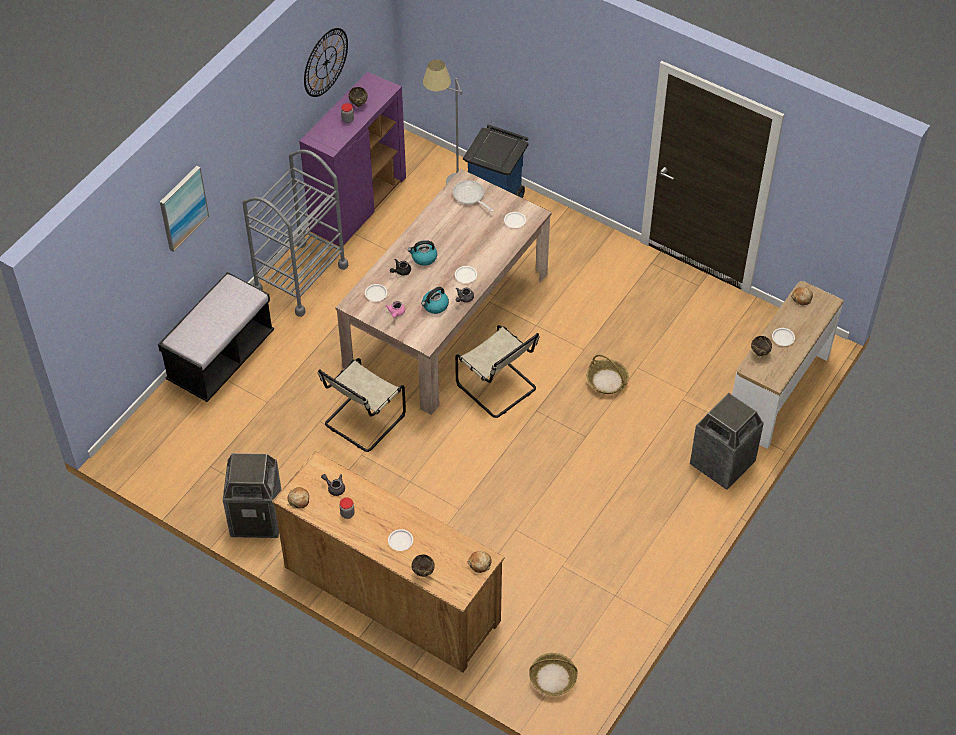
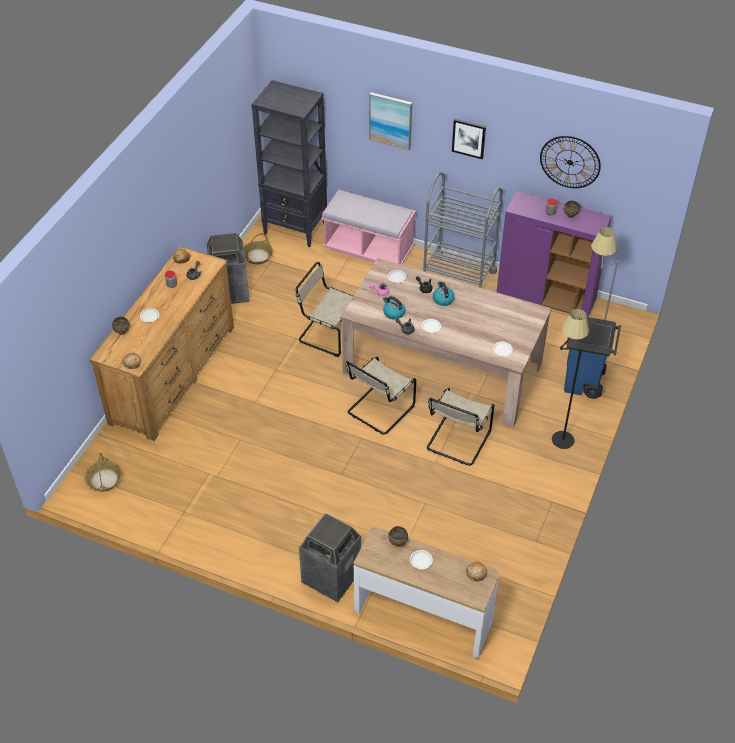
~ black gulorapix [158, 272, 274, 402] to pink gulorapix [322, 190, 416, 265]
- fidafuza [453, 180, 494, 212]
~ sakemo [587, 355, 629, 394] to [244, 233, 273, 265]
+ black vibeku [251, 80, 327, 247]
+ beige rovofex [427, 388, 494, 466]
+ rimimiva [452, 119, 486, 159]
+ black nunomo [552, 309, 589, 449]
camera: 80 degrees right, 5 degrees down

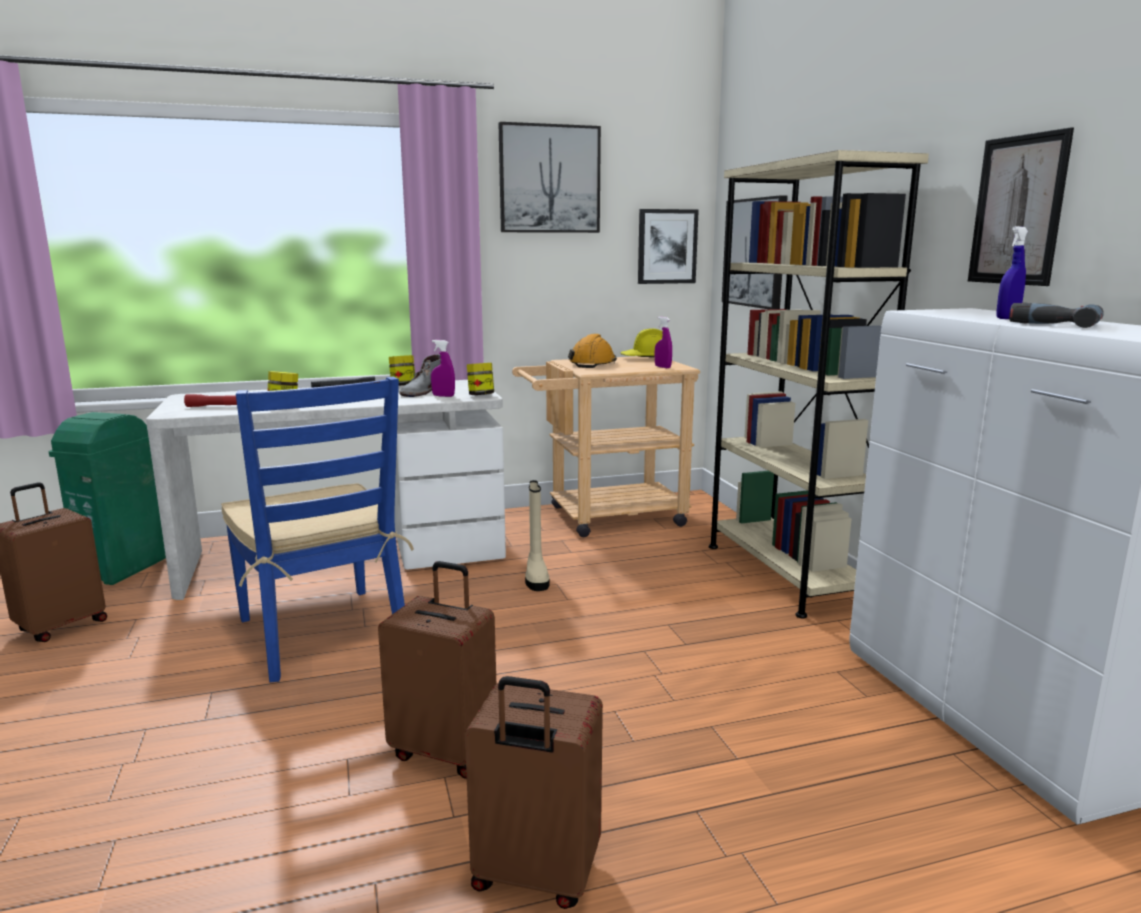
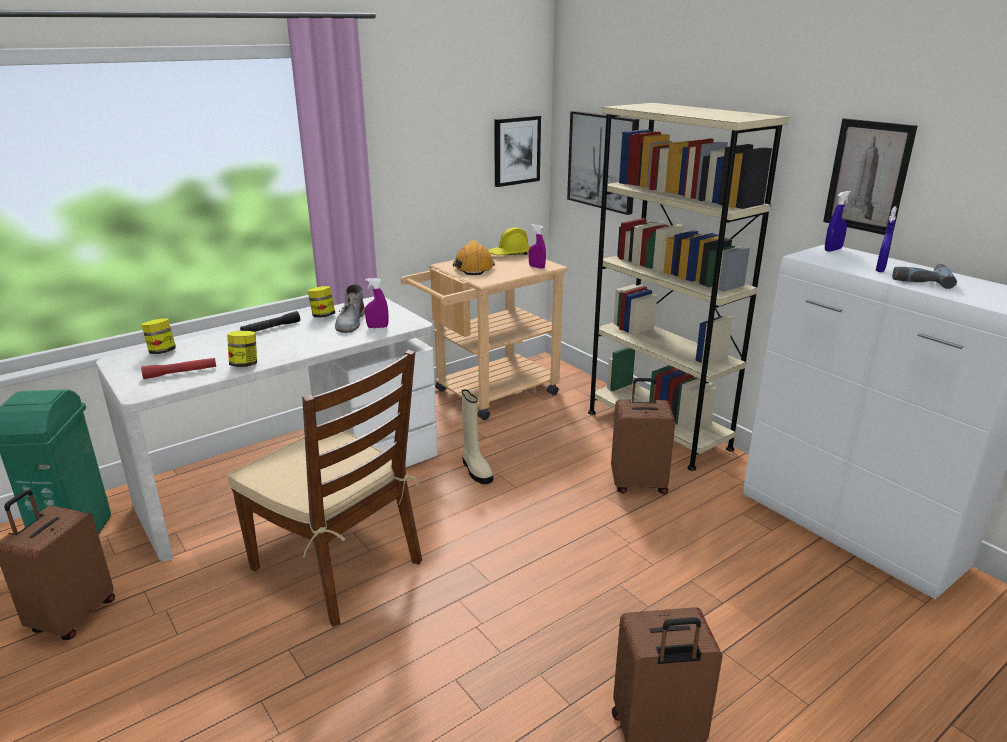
~ blue rovofex [221, 377, 414, 682] to brown rovofex [227, 350, 422, 627]
~ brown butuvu [378, 561, 496, 779] to [611, 378, 676, 494]
~ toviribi [467, 363, 494, 395] to [141, 318, 176, 354]
- rimimiva [498, 122, 601, 233]
+ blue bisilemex [825, 191, 851, 252]
camera: 20 degrees left, 10 degrees up

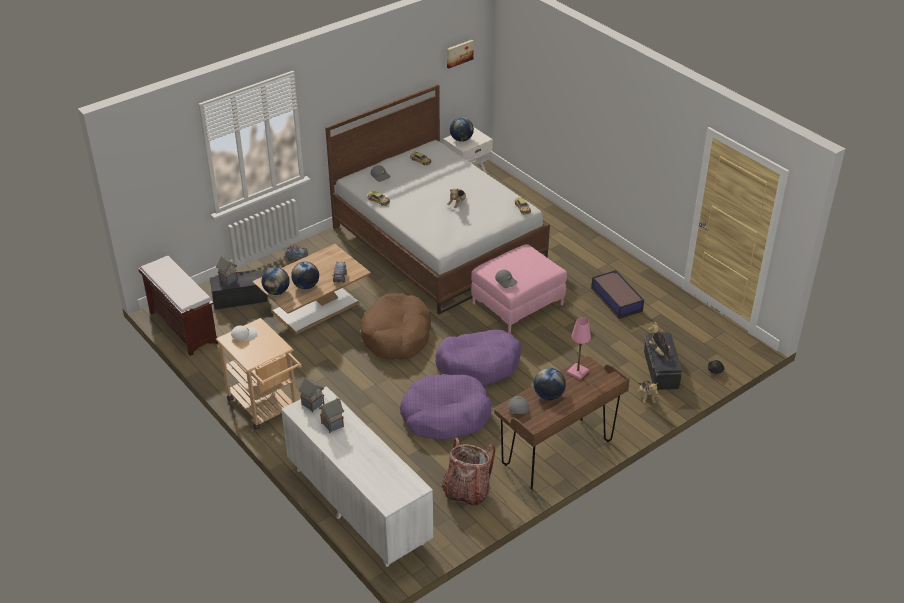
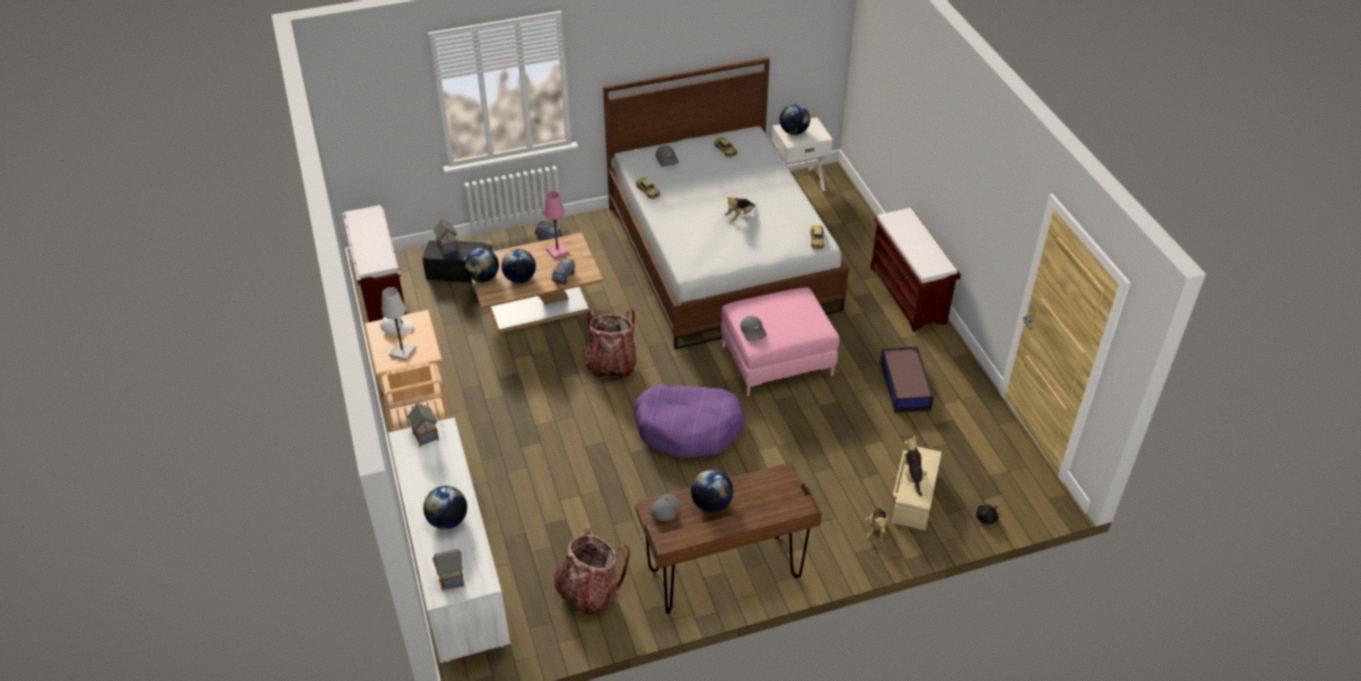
~ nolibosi [319, 397, 344, 433] to [432, 549, 464, 591]
~ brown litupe [361, 293, 431, 360] to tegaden [585, 308, 636, 378]
- purple litupe [400, 374, 492, 440]
- rimimiva [447, 40, 474, 68]
~ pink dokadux [567, 317, 591, 380] to [544, 191, 569, 259]
~ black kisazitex [644, 332, 682, 390] to beige kisazitex [892, 446, 942, 530]
+ white dokadux [382, 287, 416, 361]
+ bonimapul [423, 486, 467, 529]
+ brown gulorapix [870, 208, 961, 332]
camera: 20 degrees right, 5 degrees up

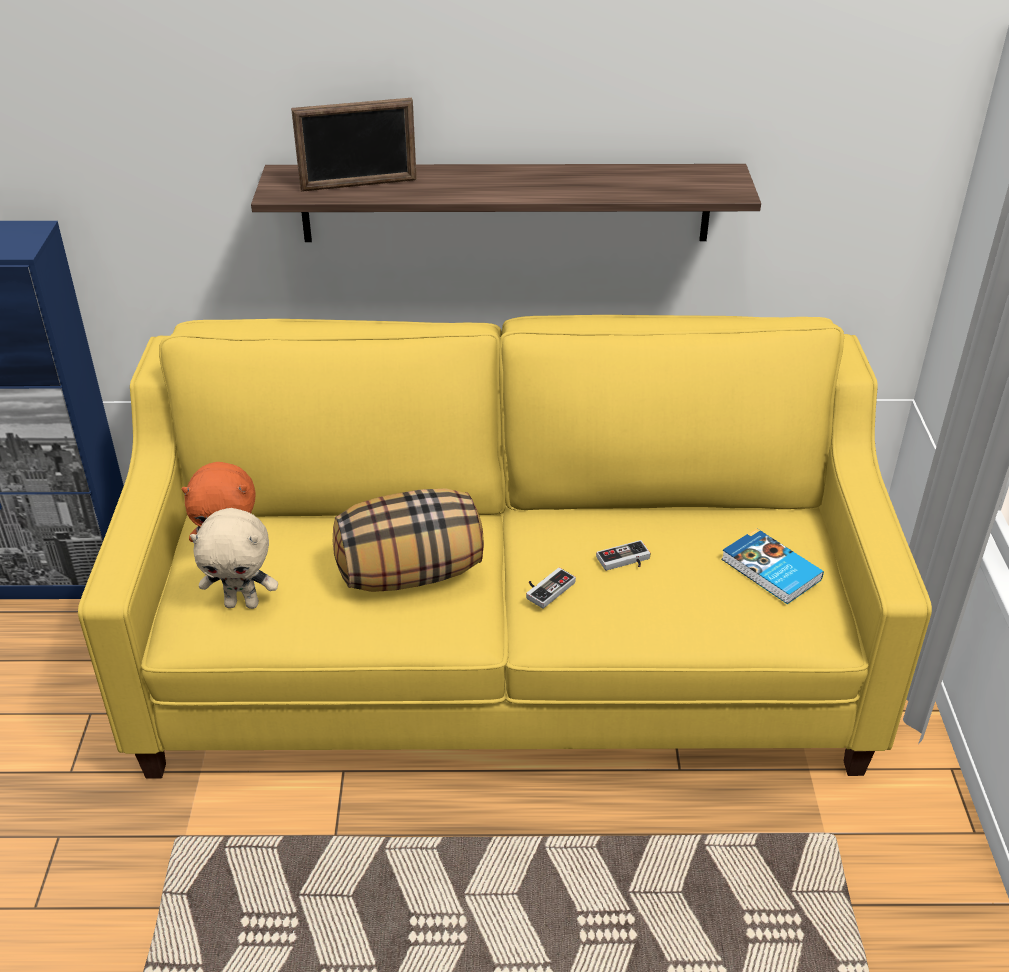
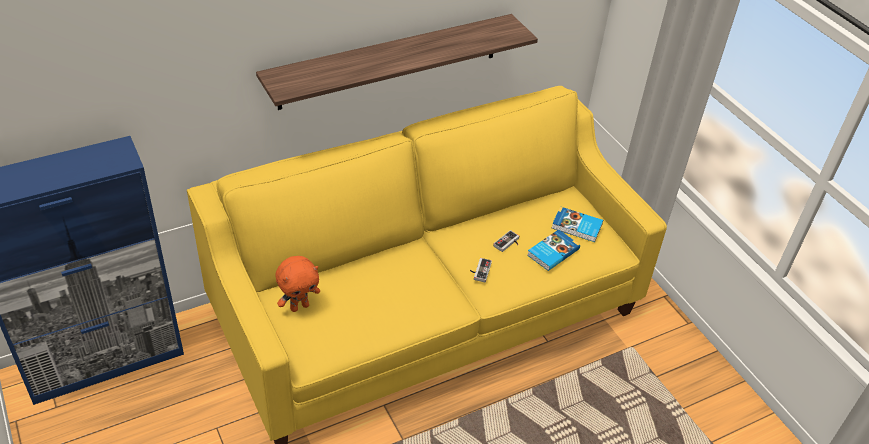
- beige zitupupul [190, 508, 278, 609]
- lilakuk [291, 98, 417, 192]
- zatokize [333, 488, 484, 592]
+ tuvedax [527, 229, 580, 271]
camera: 30 degrees left, 5 degrees up

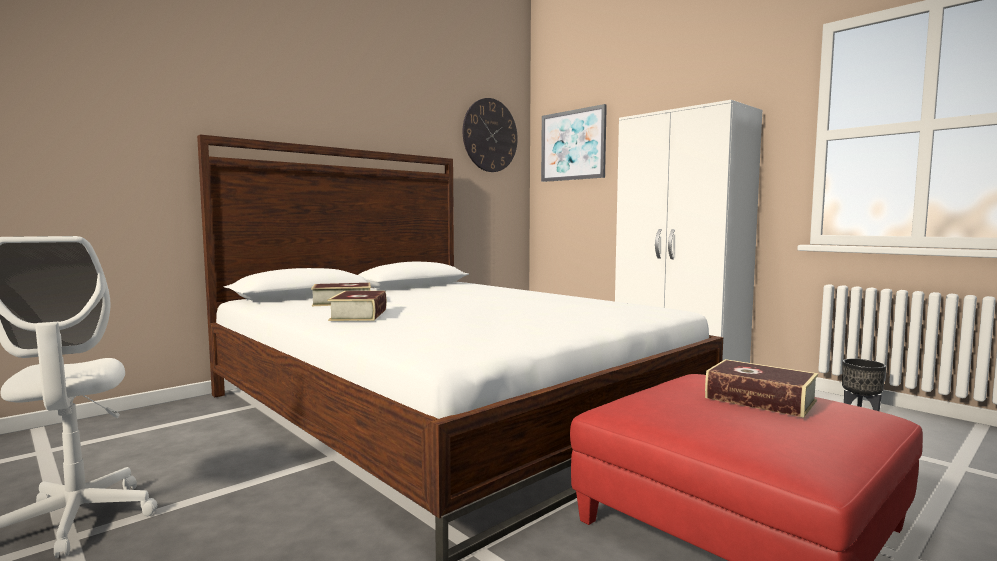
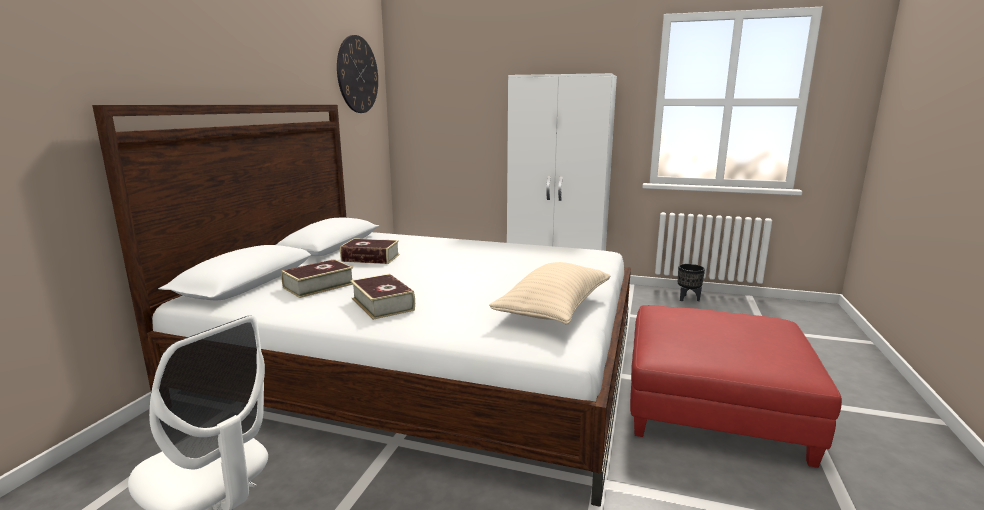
- rimimiva [541, 104, 607, 182]
~ tuvedax [705, 359, 818, 418] to [340, 238, 400, 264]
+ beige zatokize [489, 262, 610, 325]
camera: 30 degrees left, 10 degrees up

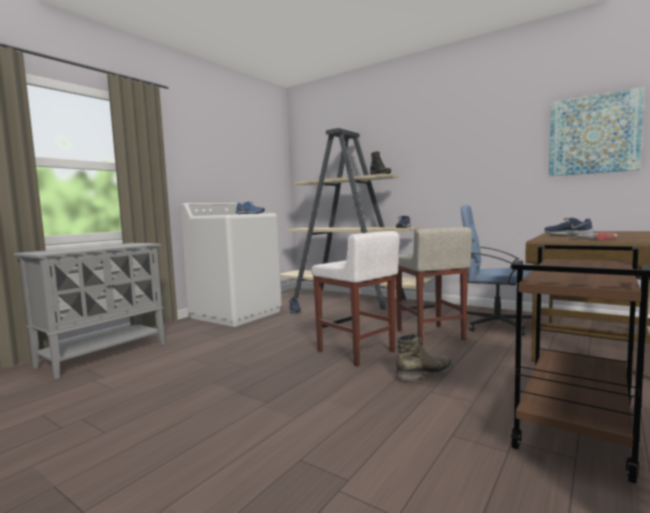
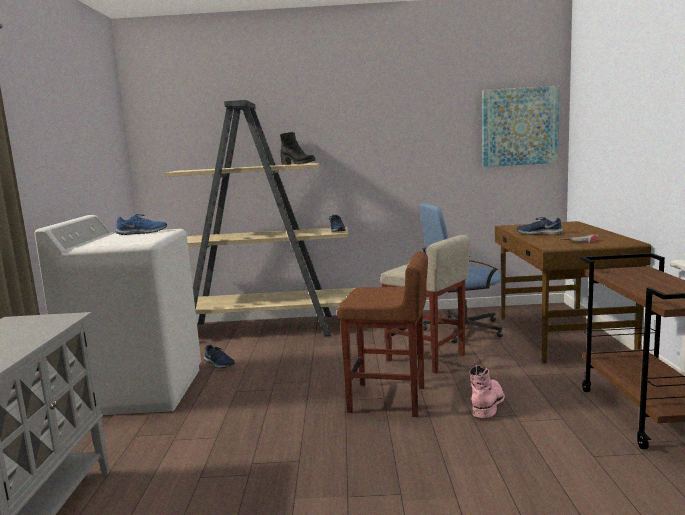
~ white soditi [311, 231, 399, 366] to brown soditi [337, 251, 428, 417]
~ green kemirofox [396, 333, 453, 381] to pink kemirofox [469, 365, 505, 418]
camera: 35 degrees left, 5 degrees up

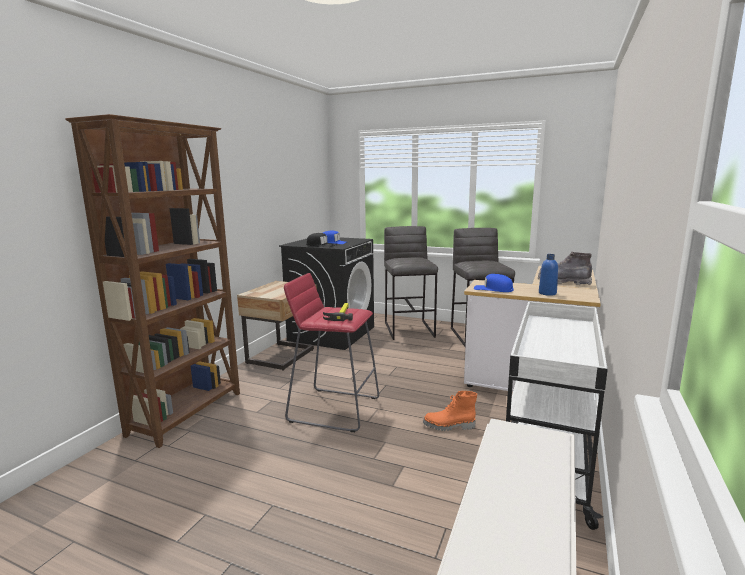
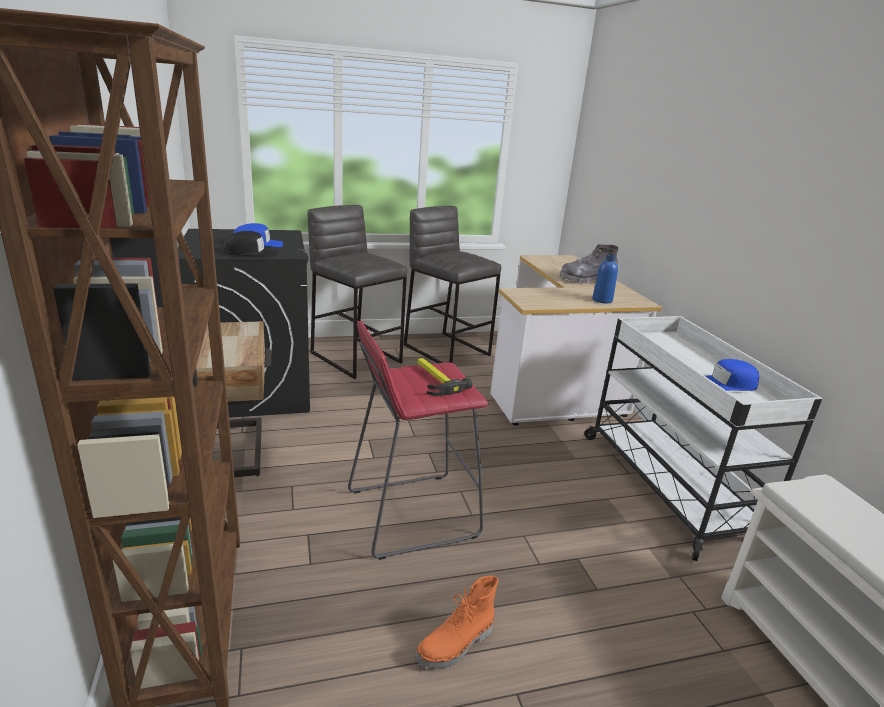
~ orange kemirofox [423, 391, 477, 431] to [415, 576, 498, 669]
~ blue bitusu [474, 274, 513, 292] to [704, 359, 759, 391]
camera: 40 degrees left, 10 degrees up

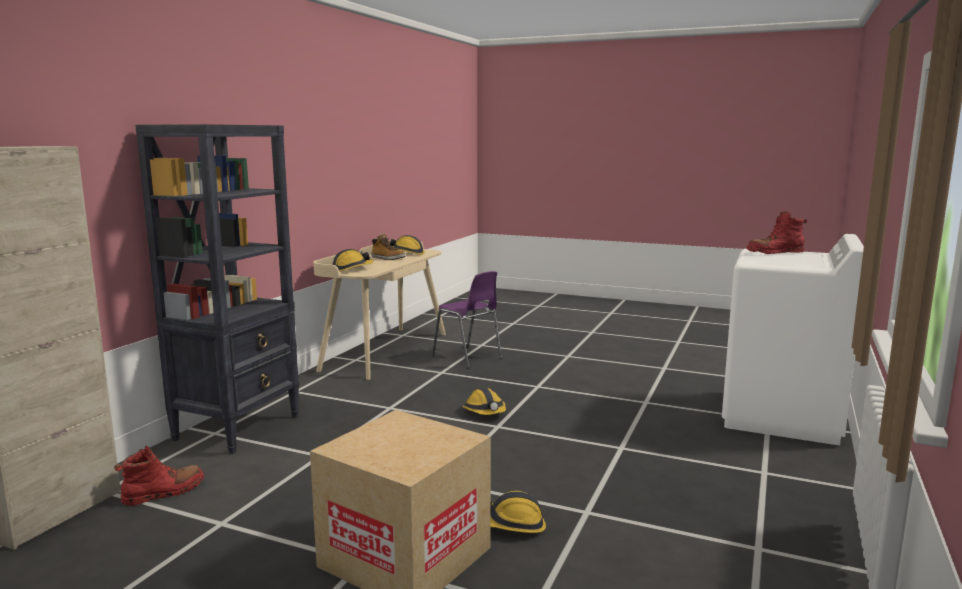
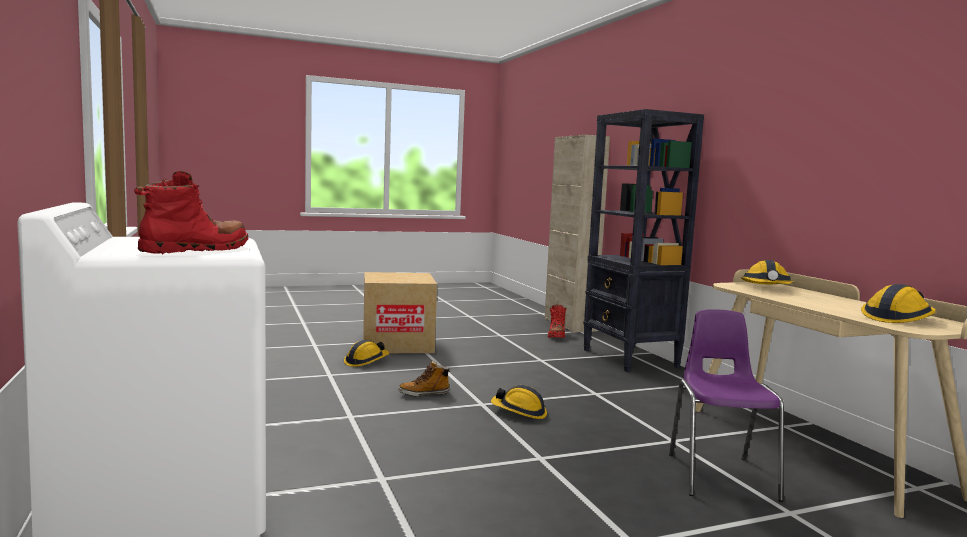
~ kemirofox [371, 233, 406, 260] to [399, 361, 450, 396]
~ purple rovofex [432, 271, 502, 369] = [669, 309, 784, 502] 90 degrees clockwise
camera: 135 degrees right, 5 degrees down

